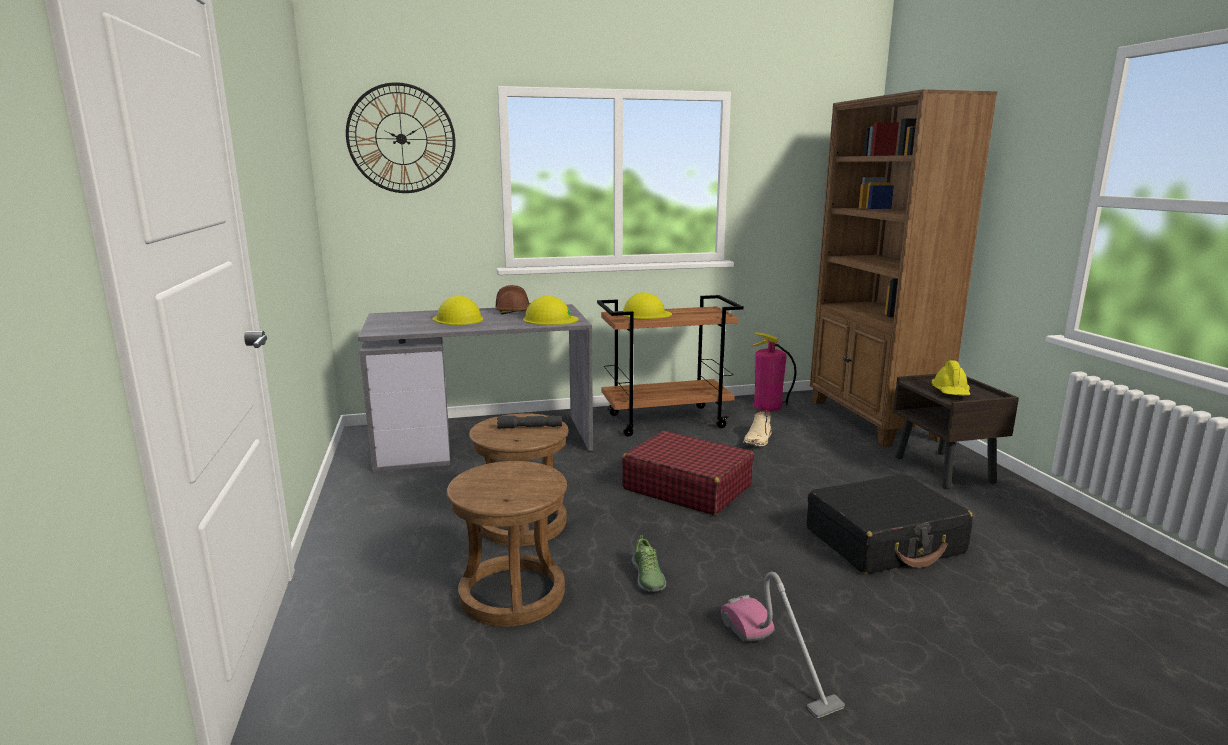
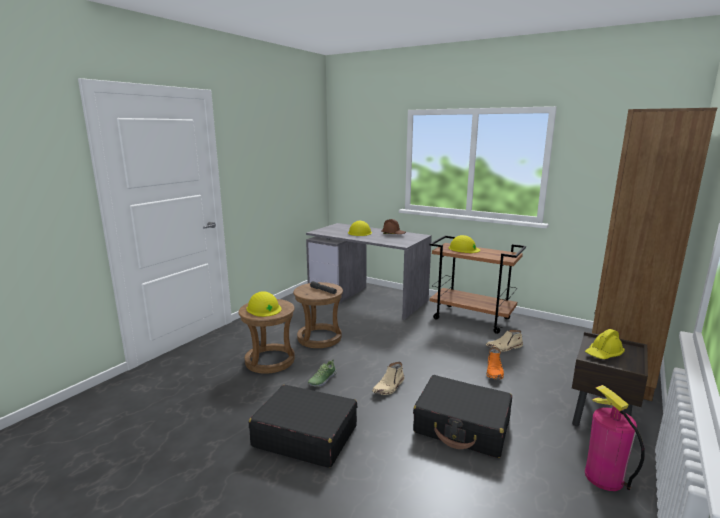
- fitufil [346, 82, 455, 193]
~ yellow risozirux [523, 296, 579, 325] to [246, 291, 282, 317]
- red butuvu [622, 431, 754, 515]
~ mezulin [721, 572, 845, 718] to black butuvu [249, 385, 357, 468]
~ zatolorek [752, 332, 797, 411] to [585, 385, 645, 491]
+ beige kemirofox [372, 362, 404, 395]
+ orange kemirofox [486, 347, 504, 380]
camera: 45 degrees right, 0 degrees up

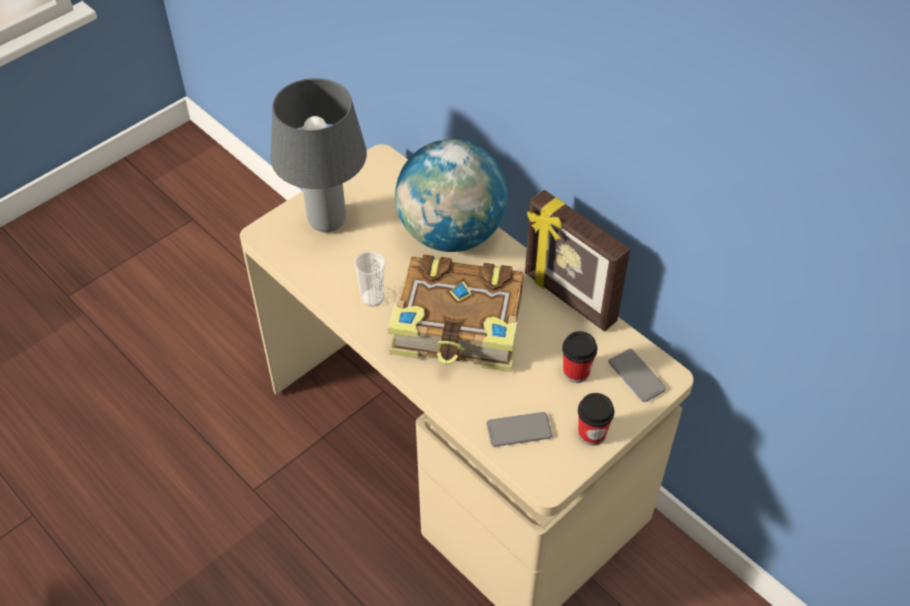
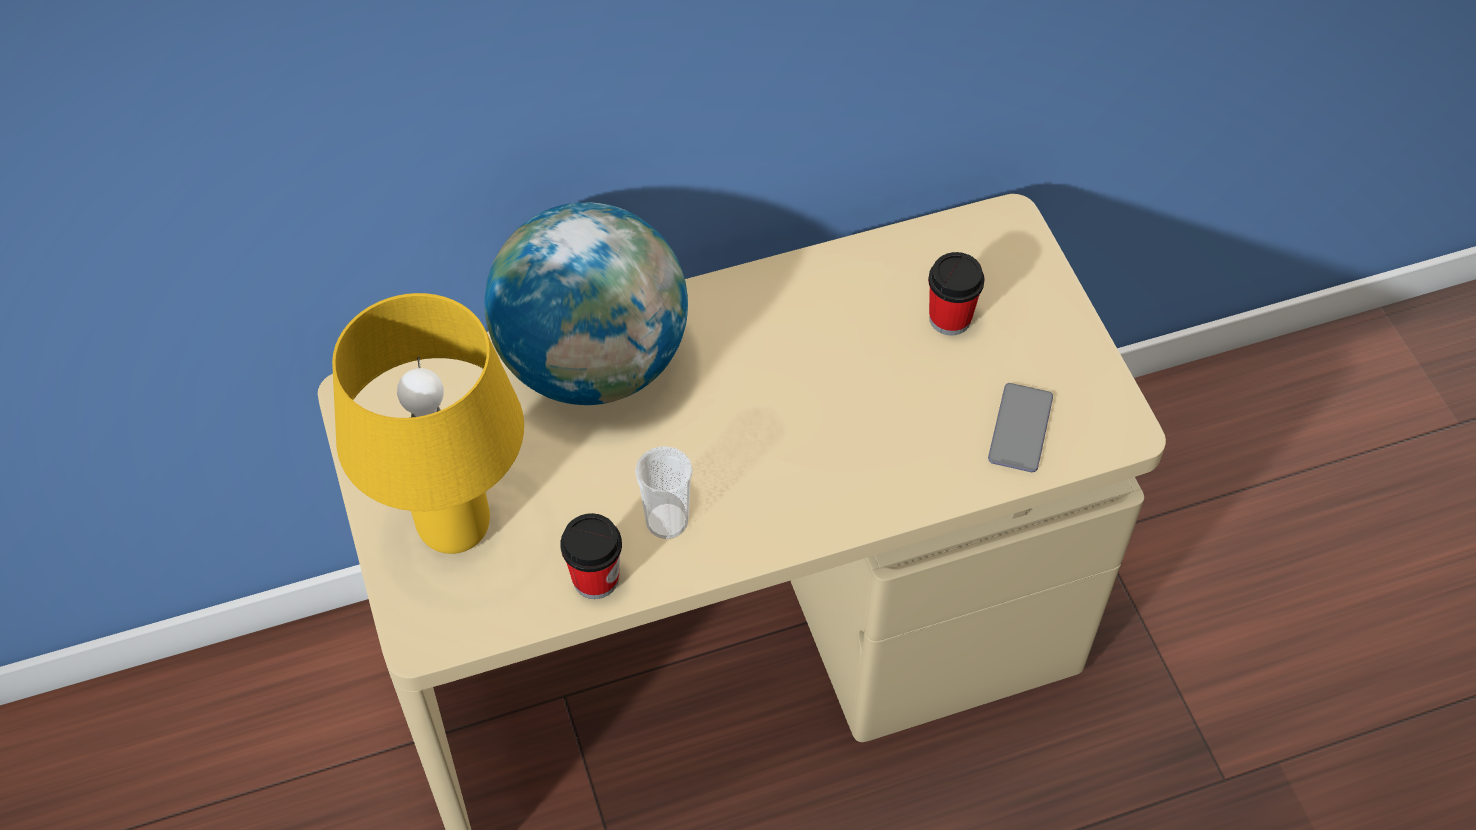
~ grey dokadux [270, 78, 367, 232] to yellow dokadux [332, 293, 524, 554]
- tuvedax [388, 254, 523, 372]
- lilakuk [525, 190, 630, 332]
~ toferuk [578, 393, 614, 446] to [560, 513, 622, 599]
- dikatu [608, 349, 666, 402]
camera: 65 degrees left, 5 degrees up

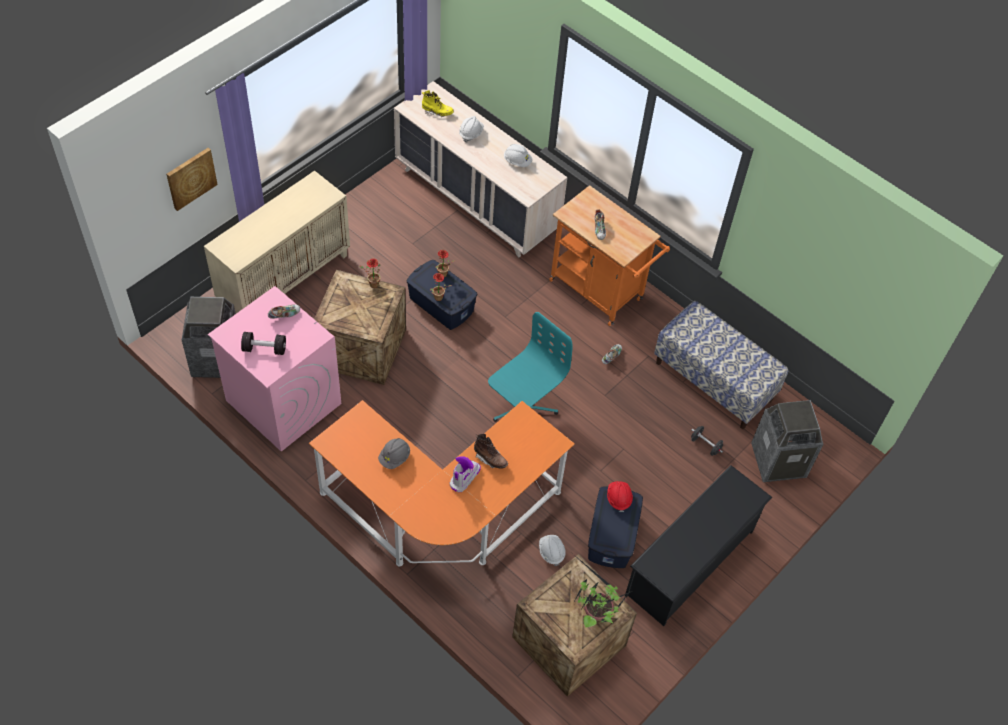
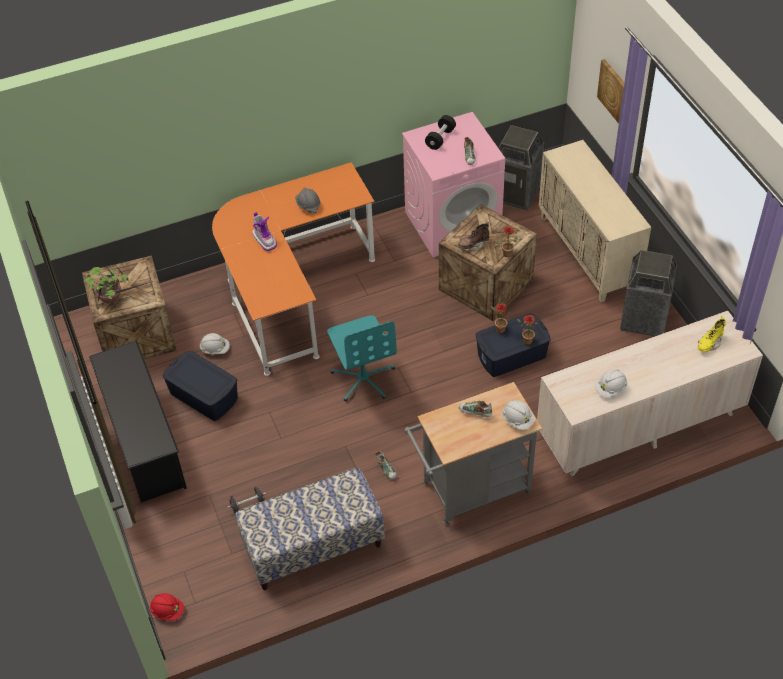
~ white risozirux [459, 116, 484, 142] to [502, 400, 535, 430]
~ brown kemirofox [474, 434, 508, 469] to [458, 222, 489, 250]
~ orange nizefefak [549, 185, 670, 326] to grey nizefefak [404, 382, 542, 524]
~ red risozirux [607, 481, 633, 512] to [150, 593, 184, 621]
~ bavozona [751, 400, 824, 482] to [620, 250, 677, 336]
camera: 120 degrees right, 5 degrees down

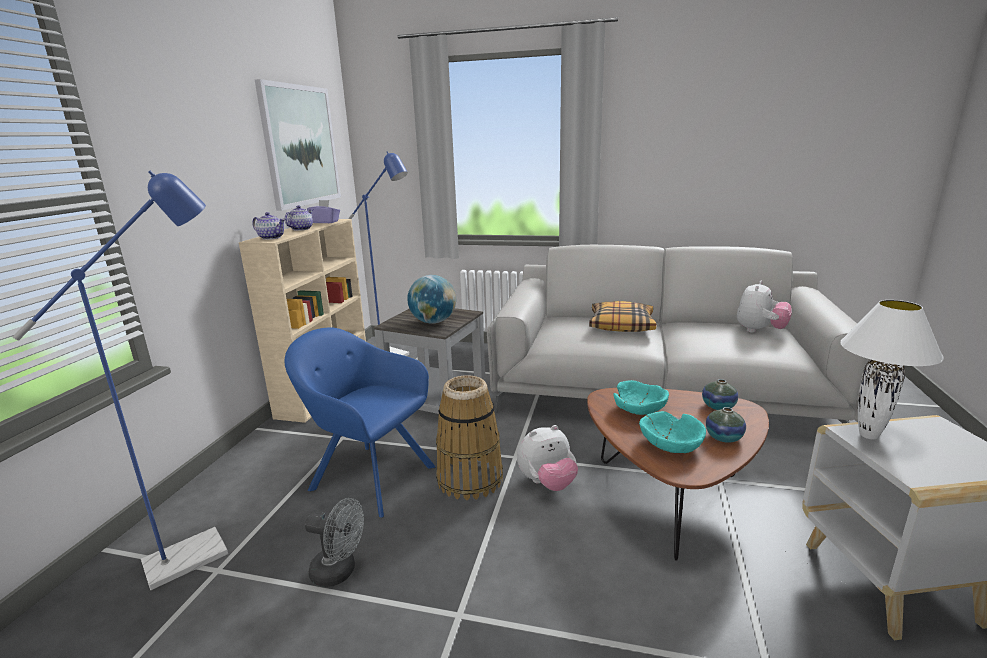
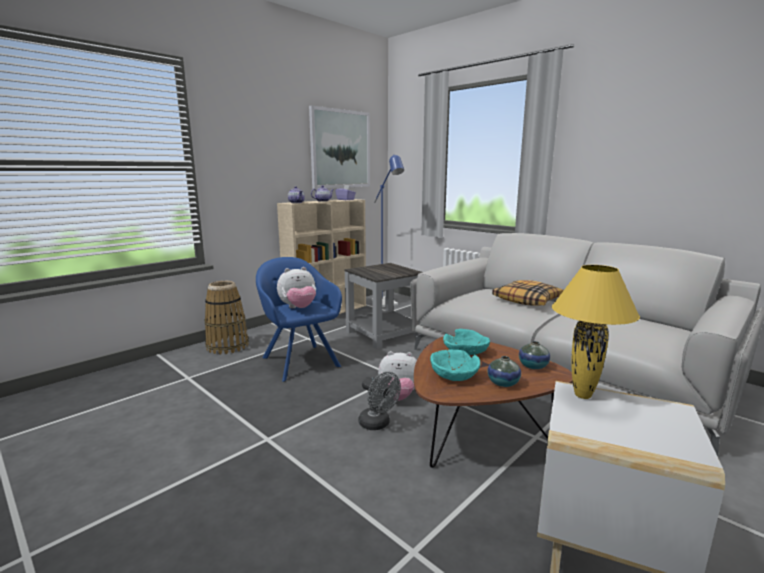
- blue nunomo [13, 171, 228, 590]
~ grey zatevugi [305, 498, 364, 587] to [358, 372, 401, 430]
- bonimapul [407, 275, 456, 324]
~ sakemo [436, 375, 503, 500] to [204, 281, 249, 355]
~ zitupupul [737, 281, 792, 333] to [277, 267, 316, 308]
~ white dokadux [840, 300, 944, 439] to yellow dokadux [552, 265, 640, 399]
camera: 30 degrees right, 5 degrees down

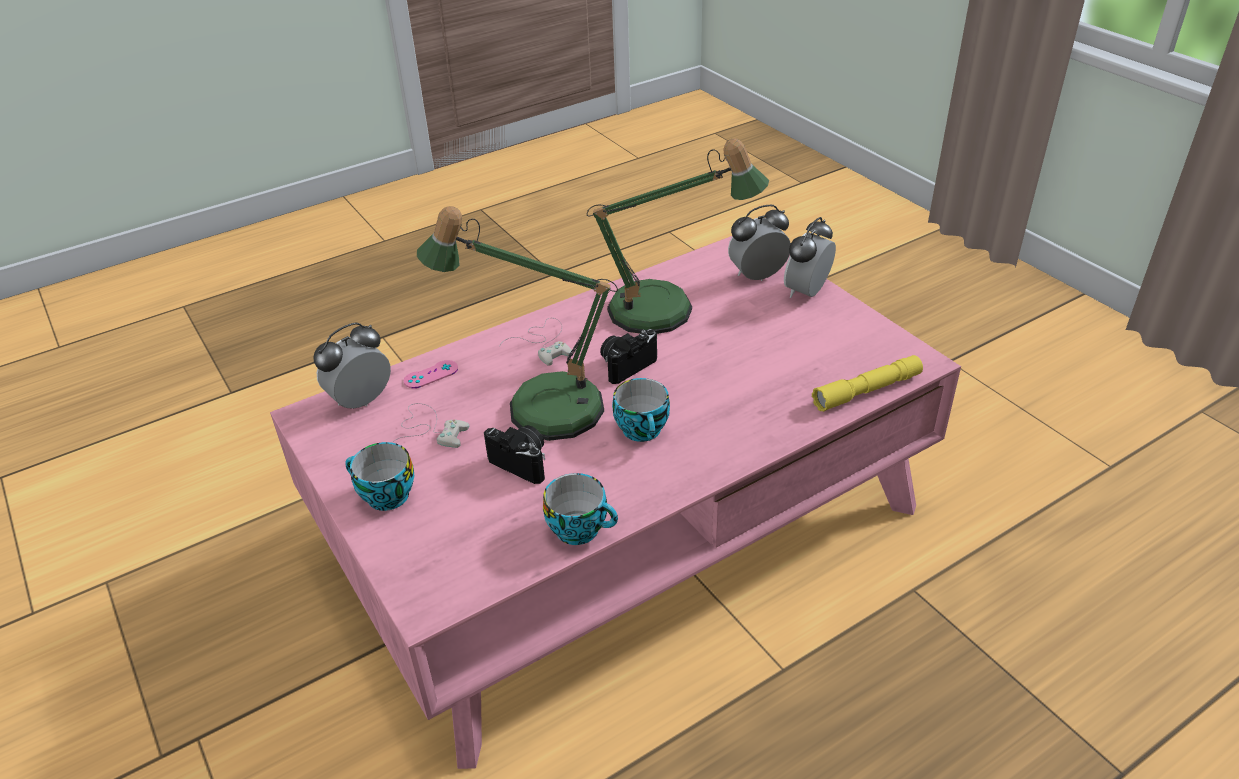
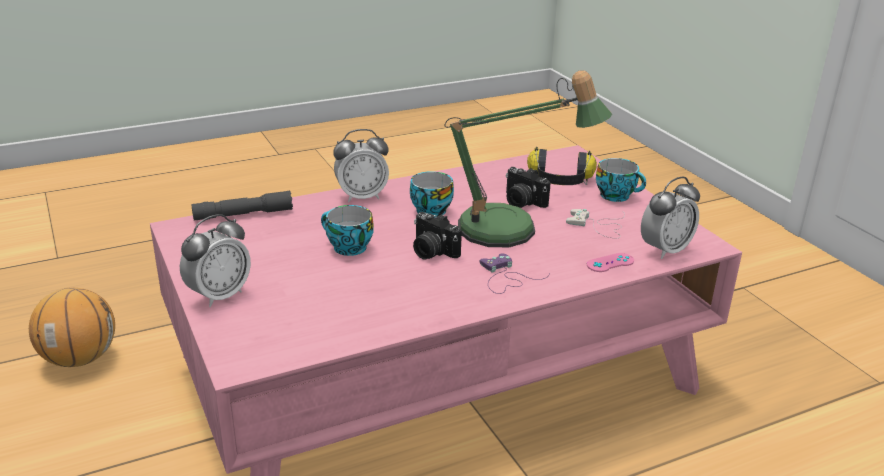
~ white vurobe [499, 318, 573, 366] to purple vurobe [480, 253, 550, 294]
~ toferuk [543, 473, 618, 545] to [321, 205, 374, 256]
- dokadux [587, 138, 769, 334]
~ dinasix [600, 329, 657, 384] = [413, 212, 462, 259] 75 degrees clockwise
~ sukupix [728, 205, 791, 281] to [333, 129, 389, 202]
~ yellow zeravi [812, 355, 923, 412] to grey zeravi [191, 190, 293, 221]
+ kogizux [29, 288, 115, 367]
+ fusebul [527, 147, 597, 185]
camera: 175 degrees left, 10 degrees down

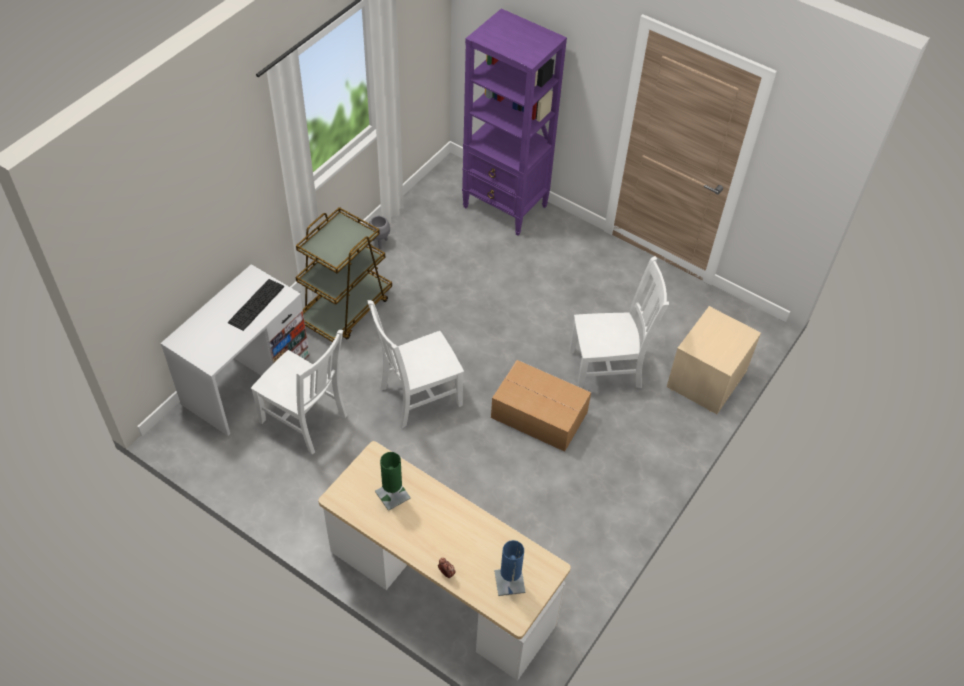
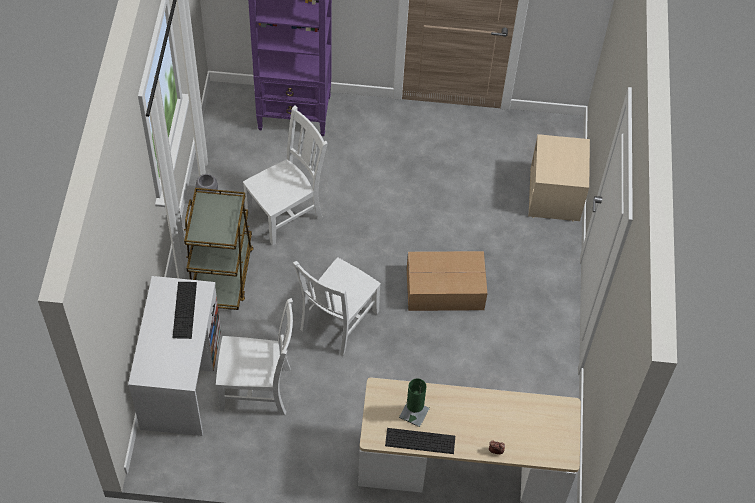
- blue dokadux [494, 540, 526, 596]
~ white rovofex [569, 256, 669, 389] to [243, 105, 328, 245]
+ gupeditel [385, 428, 455, 454]
camera: 30 degrees left, 5 degrees up

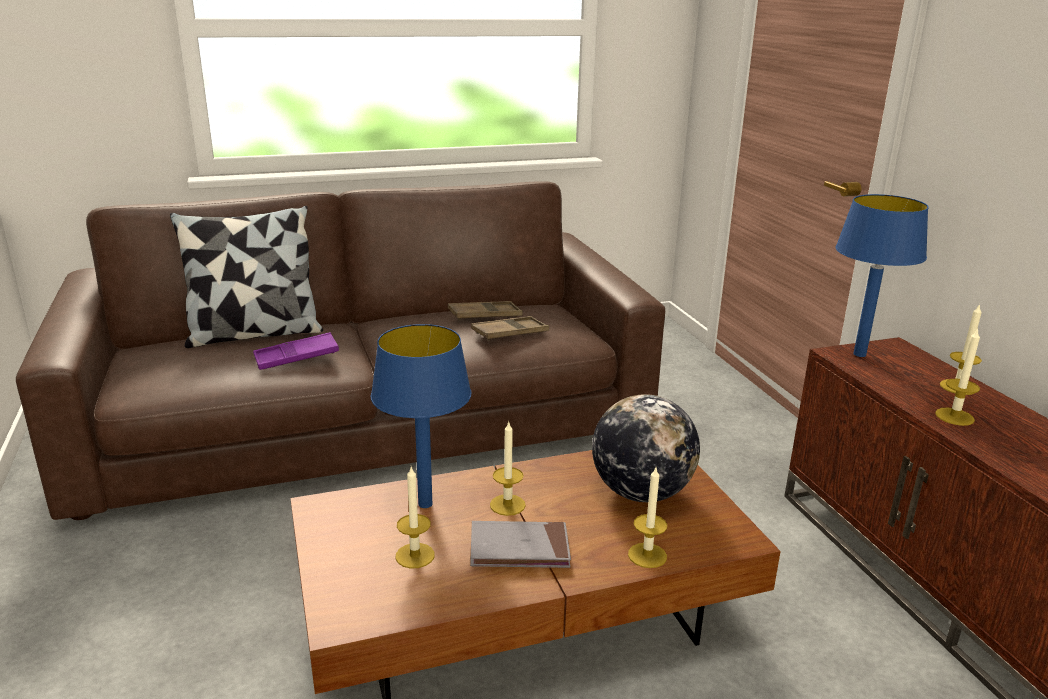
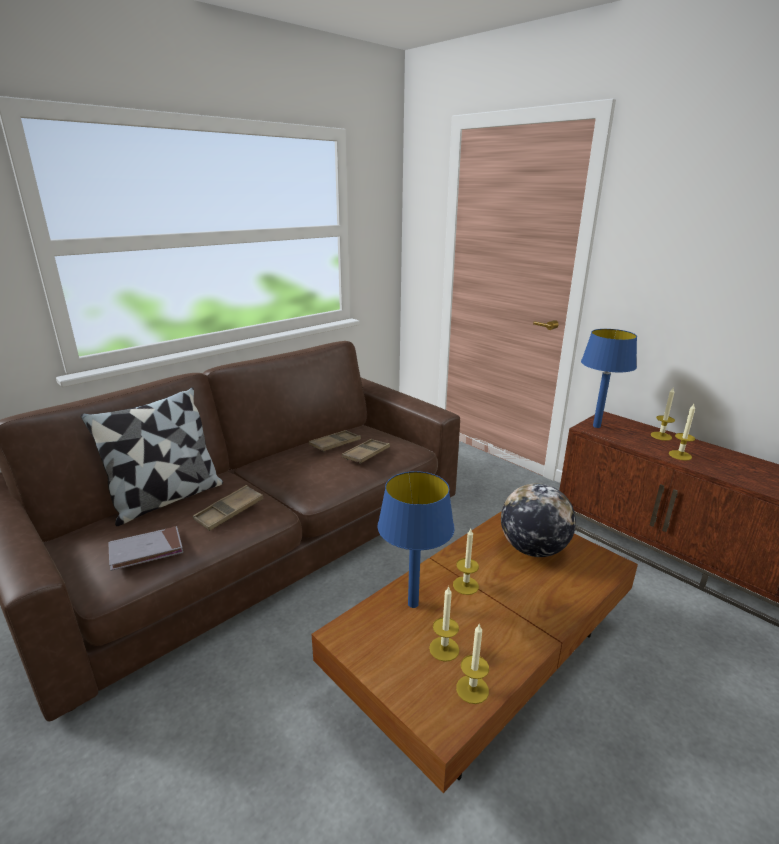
~ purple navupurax [253, 332, 339, 370] to brown navupurax [193, 485, 264, 531]
~ grey tuvedax [470, 521, 571, 568] to [108, 526, 183, 571]
~ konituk [628, 468, 667, 568] to [456, 623, 489, 704]
camera: 25 degrees left, 0 degrees up

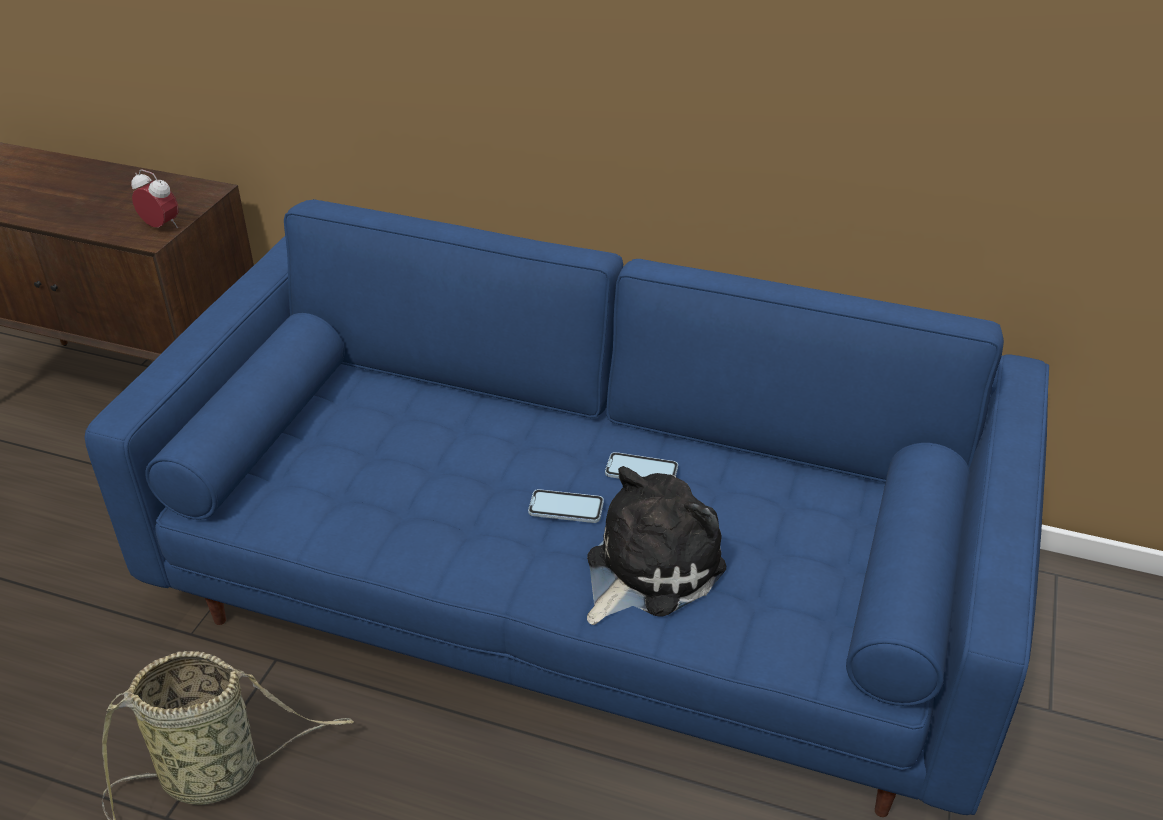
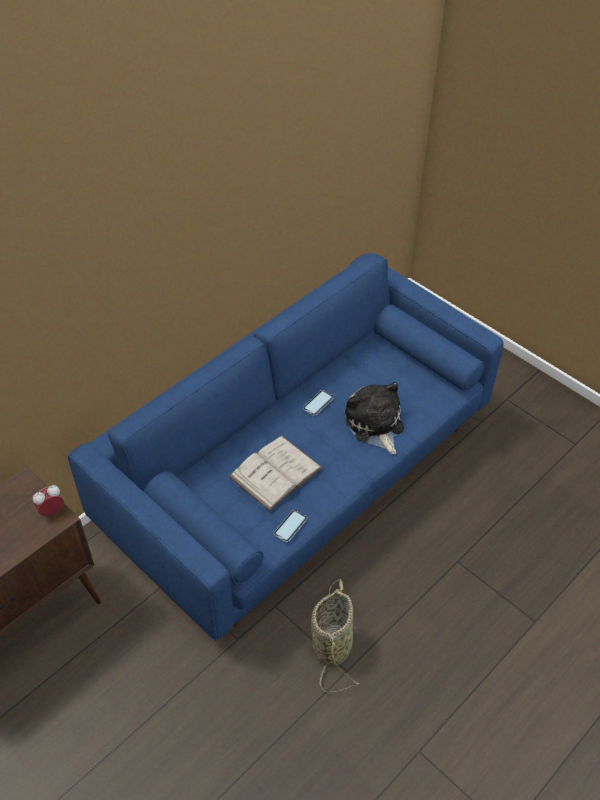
~ dikatu [528, 489, 604, 523] to [274, 510, 307, 543]
+ white tuvedax [229, 436, 323, 511]
camera: 65 degrees left, 10 degrees up

